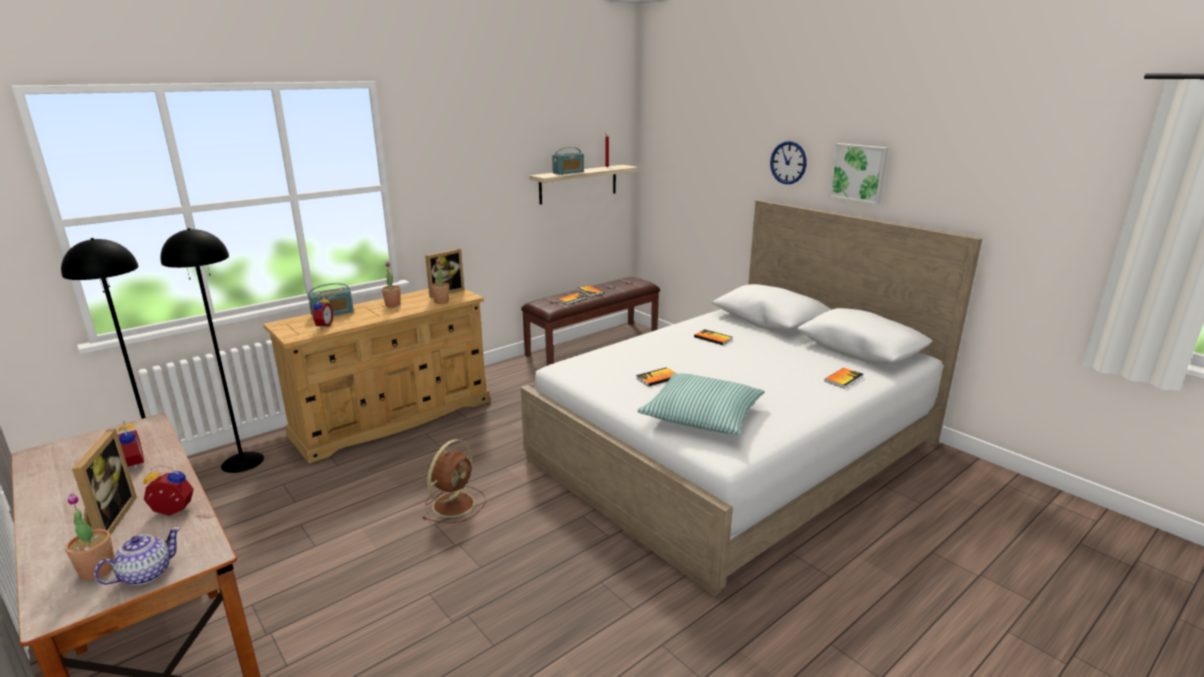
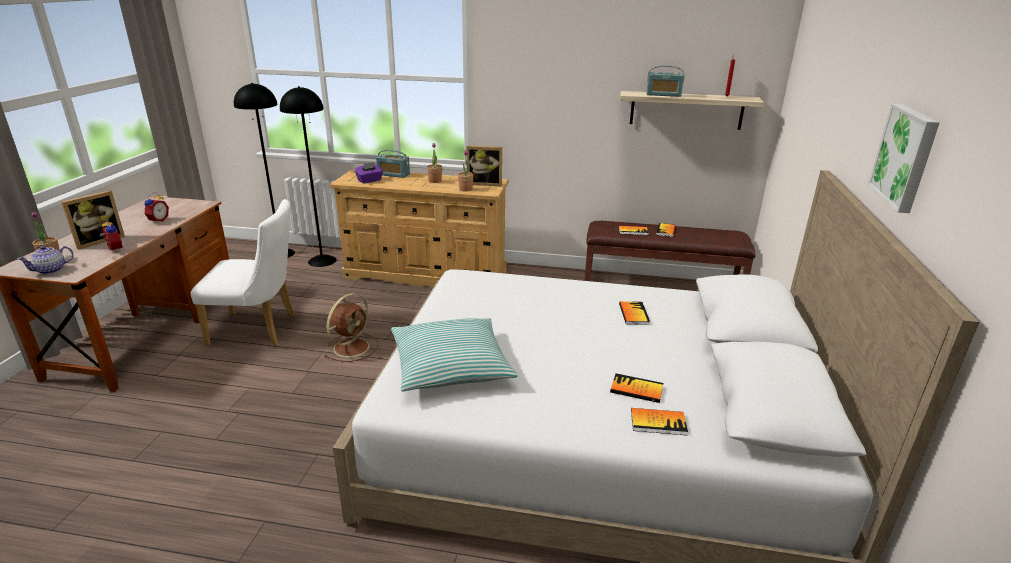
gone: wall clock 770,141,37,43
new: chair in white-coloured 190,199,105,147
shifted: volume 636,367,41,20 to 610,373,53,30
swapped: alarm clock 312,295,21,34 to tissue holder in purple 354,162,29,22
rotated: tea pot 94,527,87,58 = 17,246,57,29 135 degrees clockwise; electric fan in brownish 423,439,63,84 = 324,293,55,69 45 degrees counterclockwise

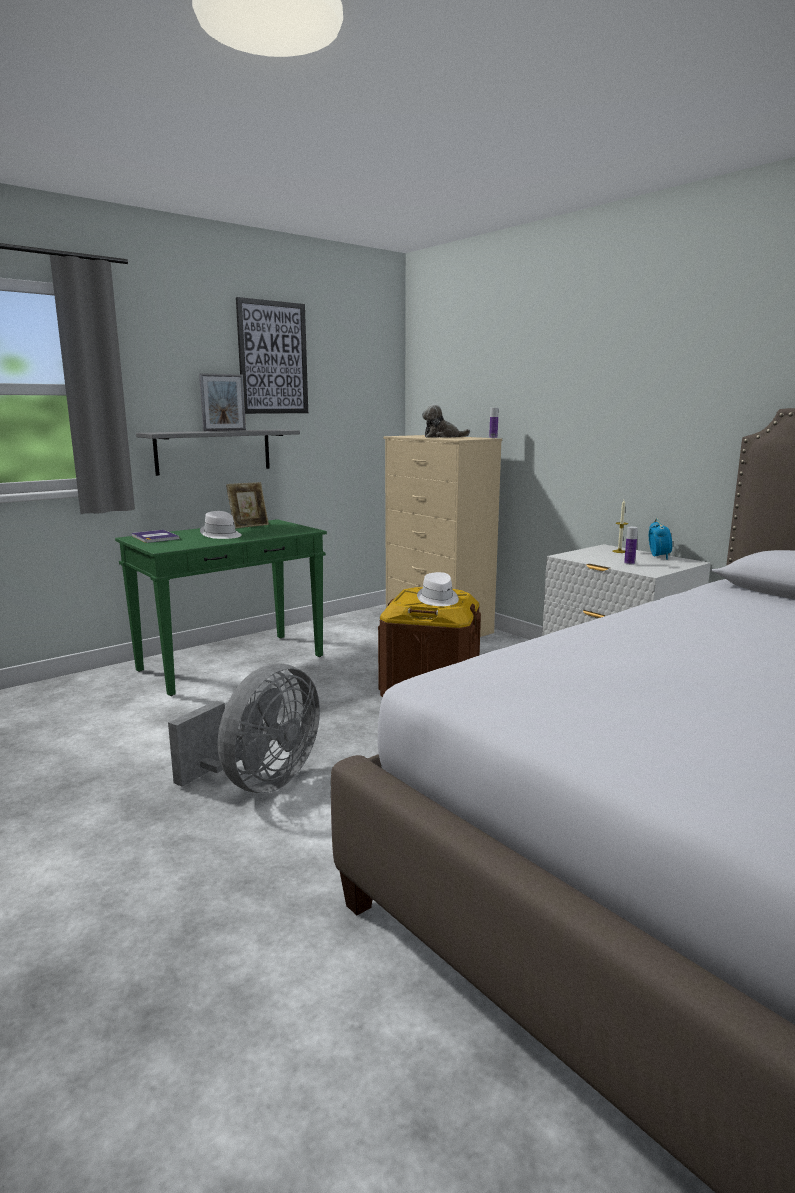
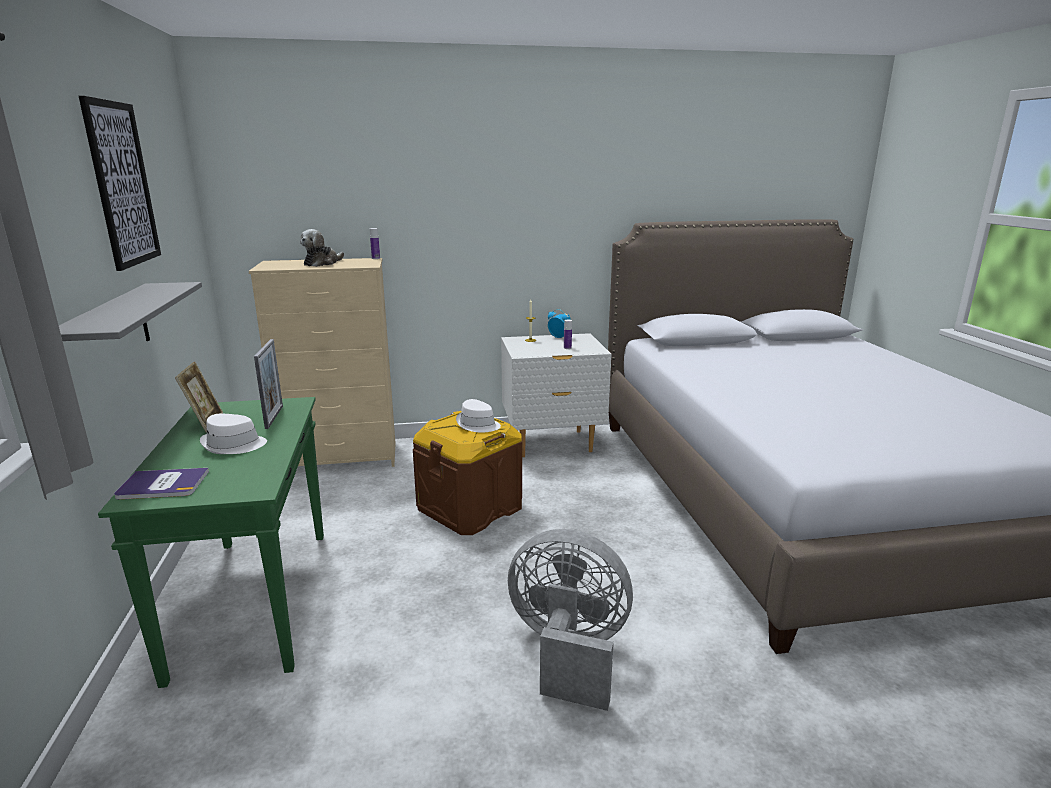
shifted: standing frame 199,373,47,58 to 254,339,29,90
rotated: electric fan in grey 168,663,152,130 = 508,529,125,182 45 degrees counterclockwise

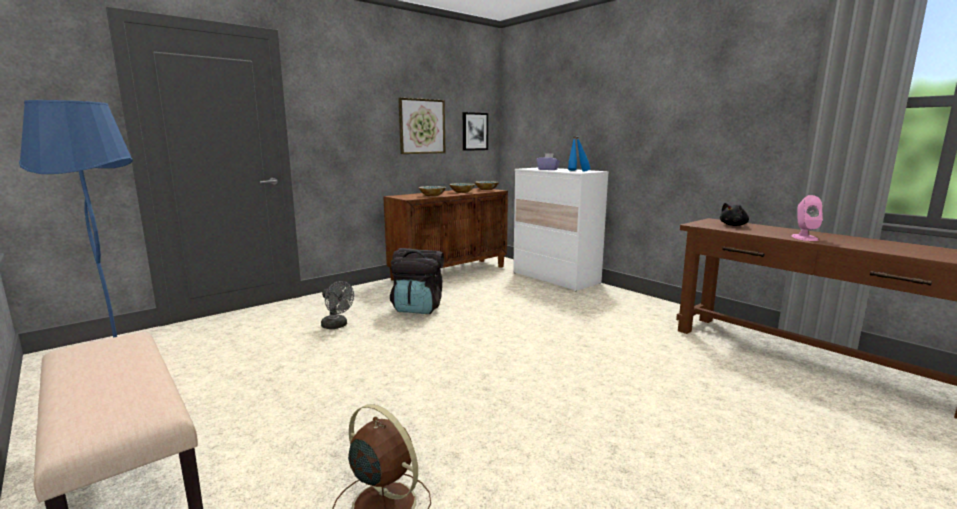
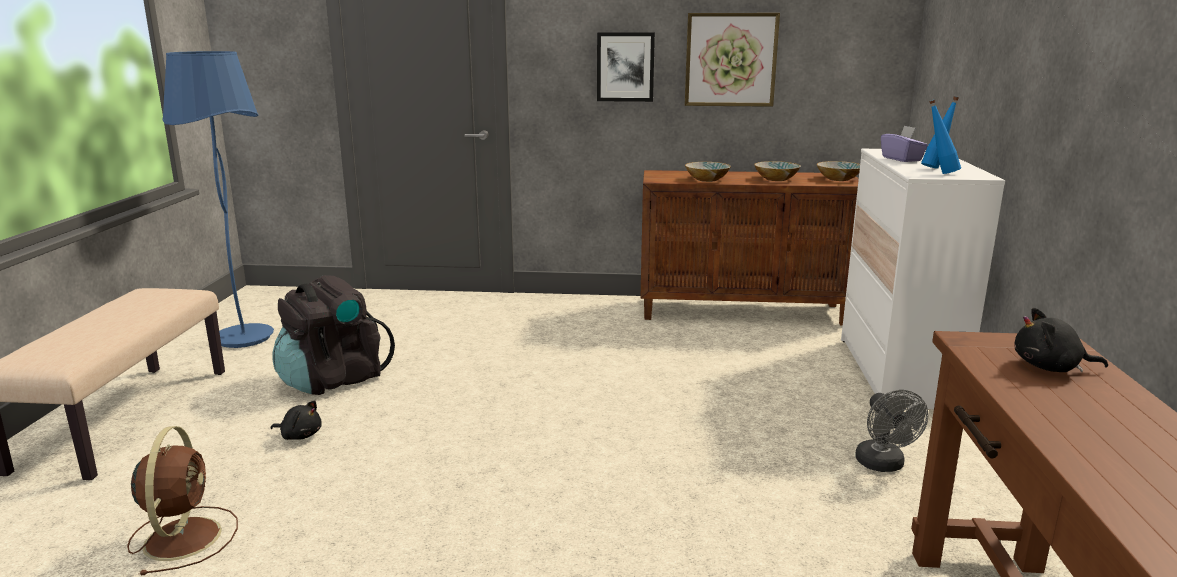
gone: audio speaker in pink 792,195,31,46
new: soft toy in blackish 271,401,51,39
shifted: rucksack in blackish 390,248,54,66 to 272,275,123,120; picture 463,112,25,39 to 597,32,58,70; electric fan in grey 321,281,33,48 to 855,390,74,82

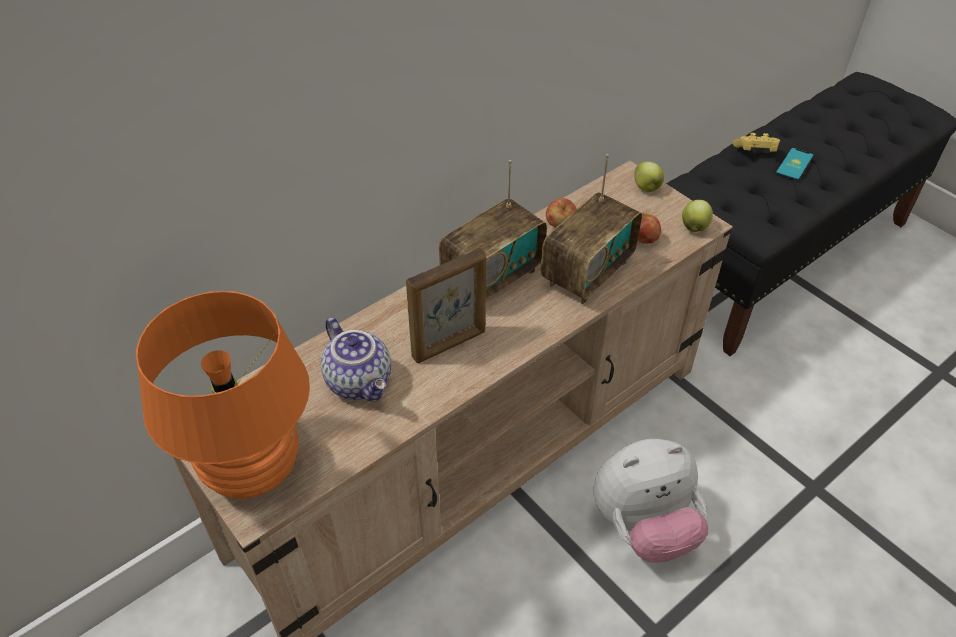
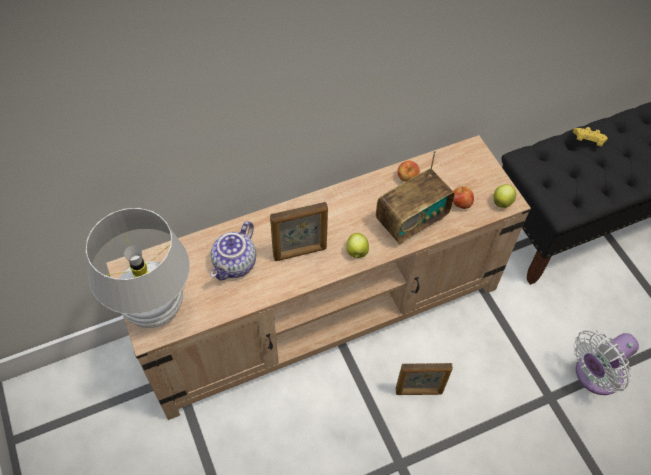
gone: radio set 439,160,108,141; telephone 776,148,38,33
new: electric fan in white-coloured 574,330,65,65
shifted: apple 634,161,30,31 to 346,233,23,25
swapped: soft toy 593,439,115,124 to standing frame 396,363,57,32
repainted: tabletop lamp in orange 136,291,174,208 to tabletop lamp in white-coloured 86,208,104,120
rotated: tea pot 321,317,70,85 = 210,221,46,59 45 degrees clockwise

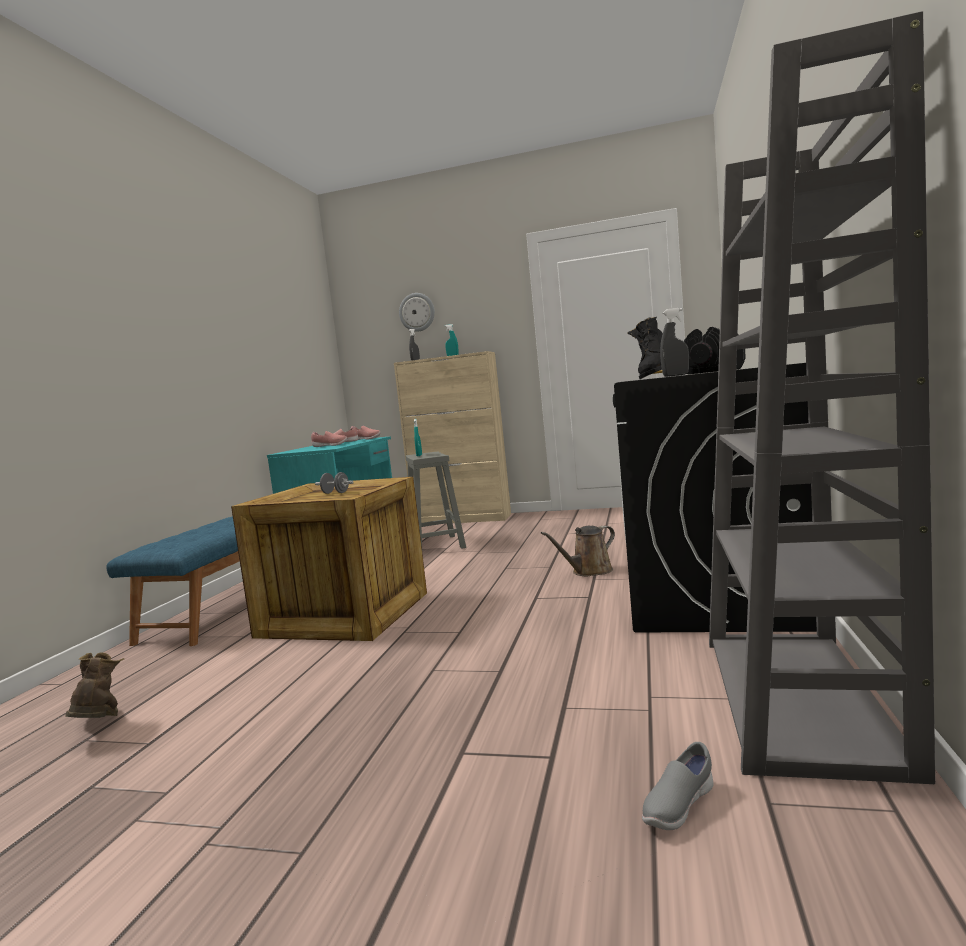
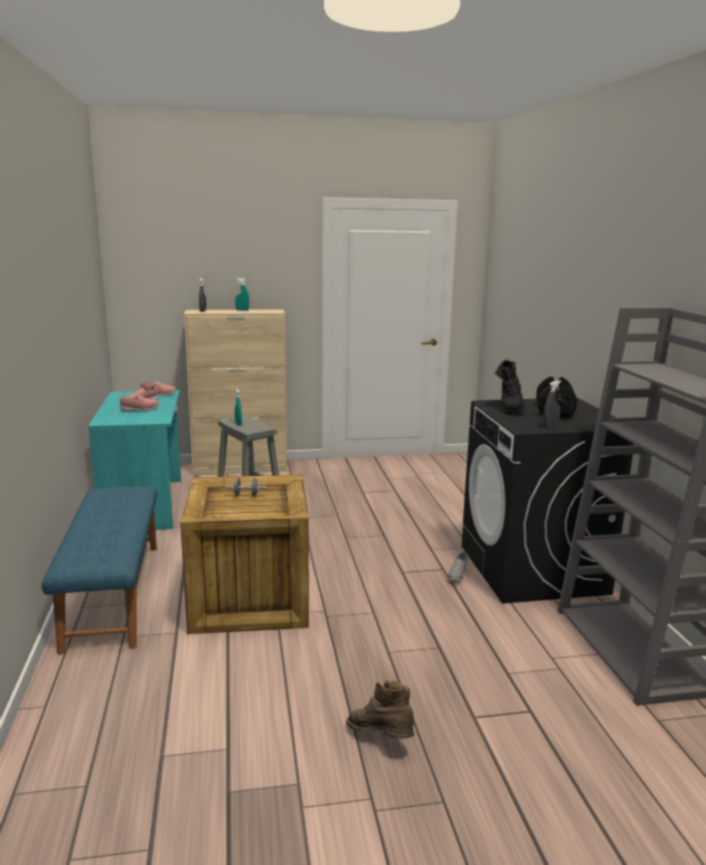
gone: wall clock 399,293,36,39; watering can in brownish 541,526,74,50
shifted: boot in brownish 65,653,59,65 to 346,680,68,59; shoe in grey 642,742,71,88 to 448,552,20,30

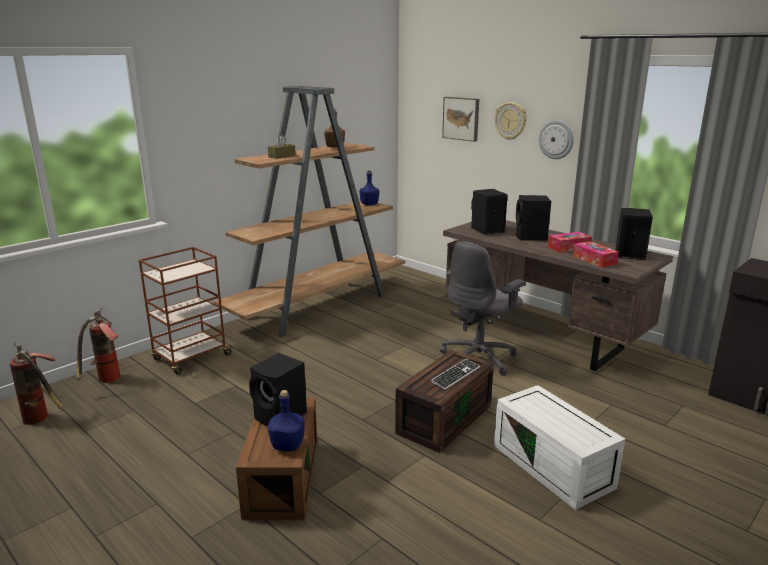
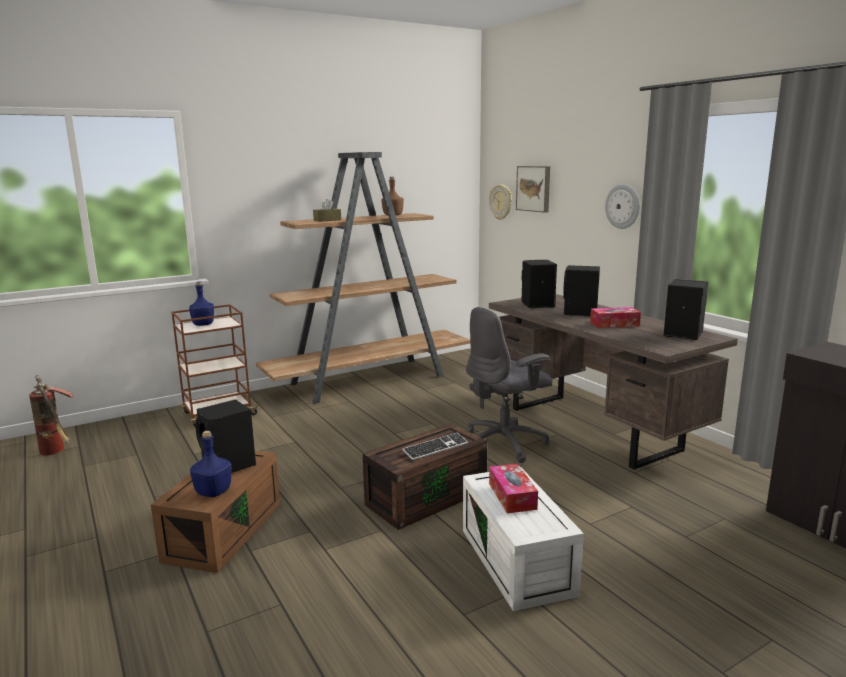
gone: fire-fighting cylinder 76,308,45,75
shifted: beverage bottle in bluish 359,171,20,34 to 189,282,25,44; wall clock 495,102,32,38 to 489,184,23,36; tissue holder 573,241,46,27 to 489,464,49,49

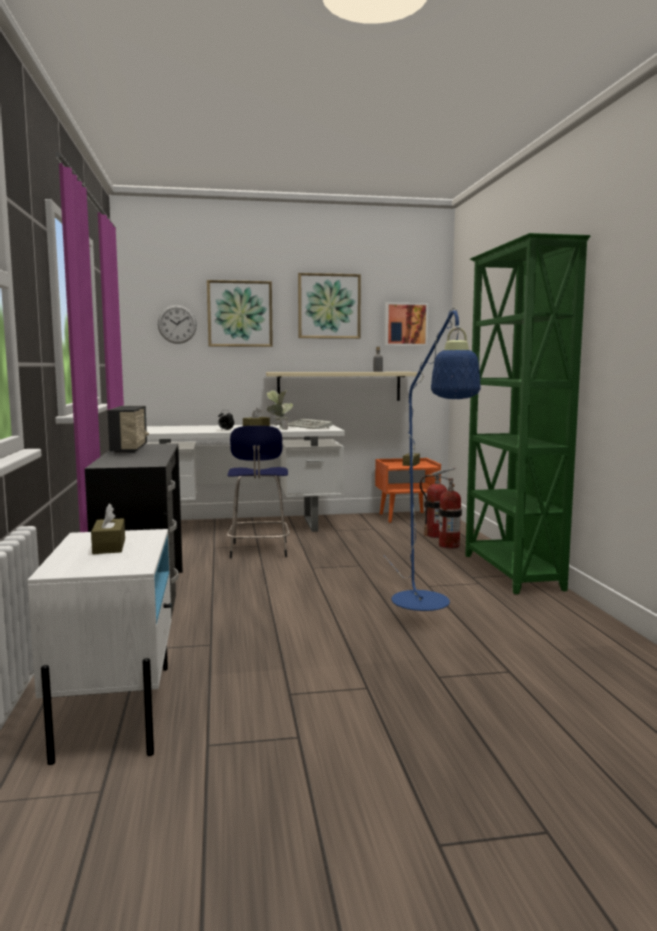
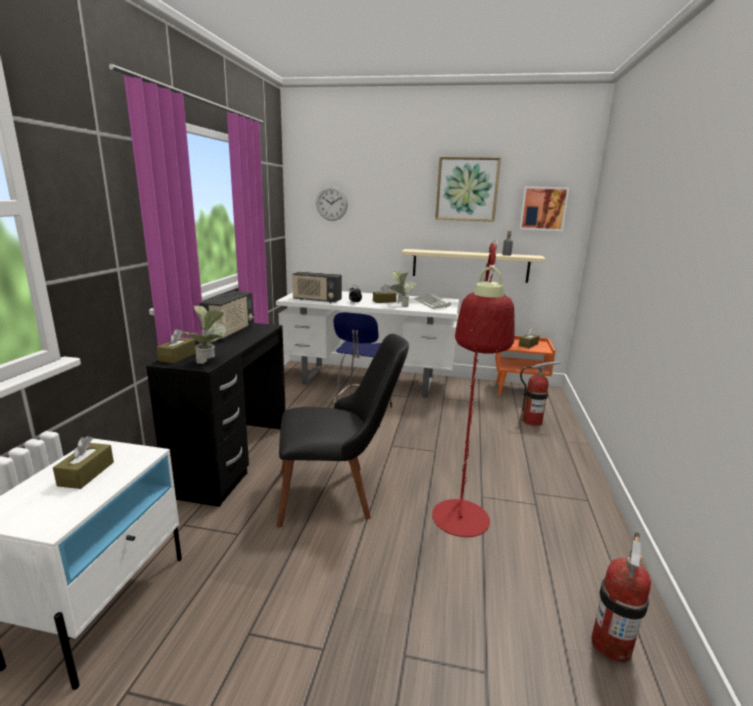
gone: picture 207,280,66,67; bookshelf in green-coloured 465,233,125,361
new: tissue holder in brownish 157,329,39,34; plant in a pot 182,305,44,59; chair in blackish 277,334,132,194; radio set 292,271,50,32
shifted: fire-fighting cylinder 438,478,24,71 to 591,532,60,131
repainted: standard lamp in bluish 384,308,97,303 to standard lamp in red 432,240,83,297

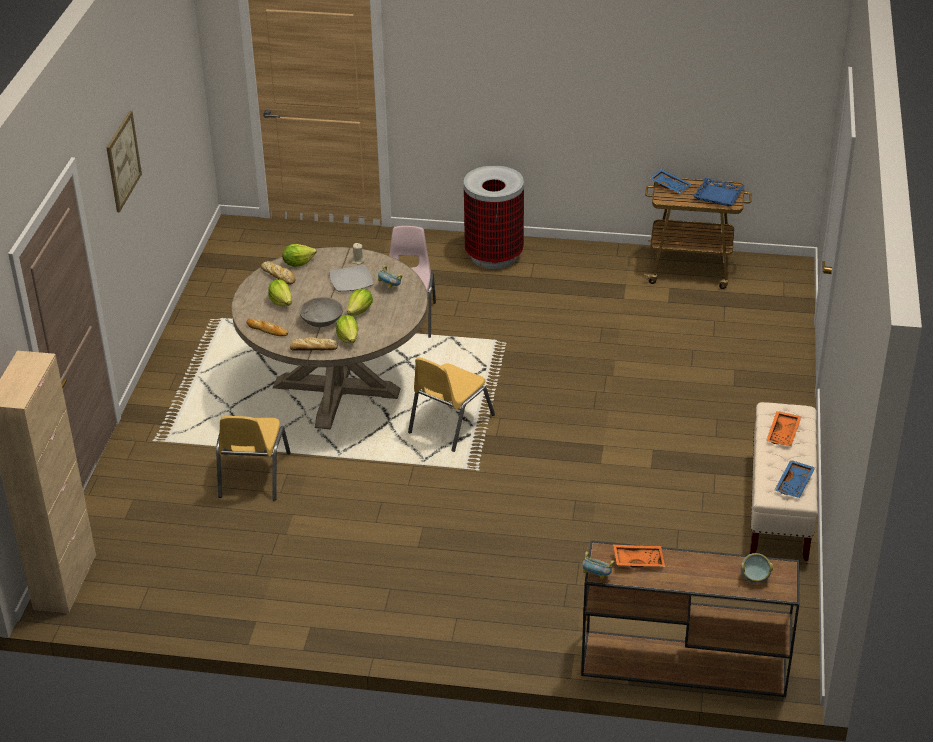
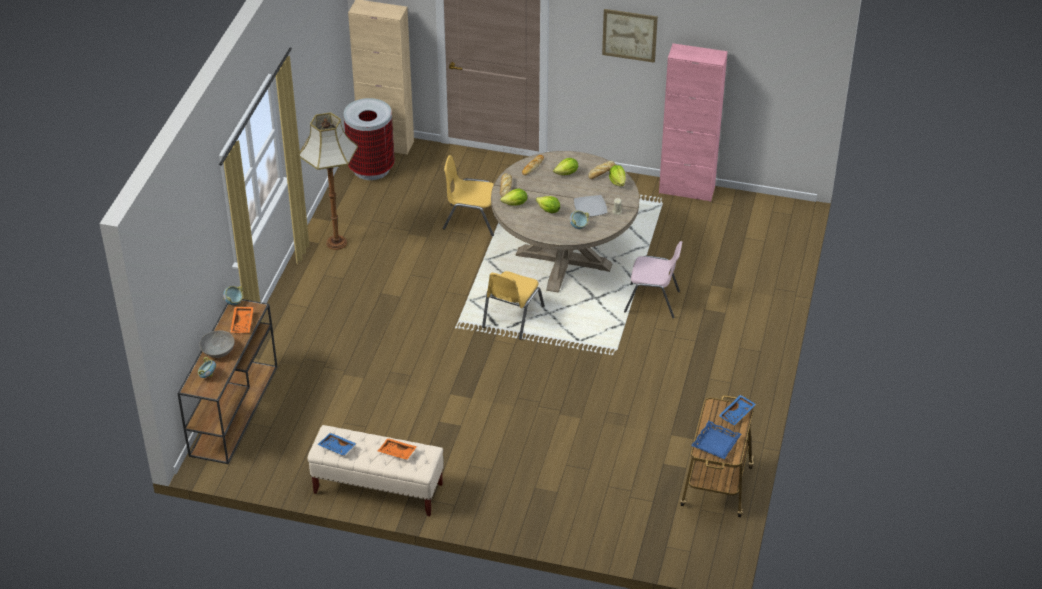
new: standard lamp 300,113,58,137; cabinet in pink 659,43,69,159
shifted: serving bowl in grey 300,297,43,30 to 199,330,36,28; waste bin 464,165,60,104 to 344,98,51,82
rotated: chair in yellow-coloured 408,357,87,95 = 482,271,63,69 105 degrees counterclockwise

